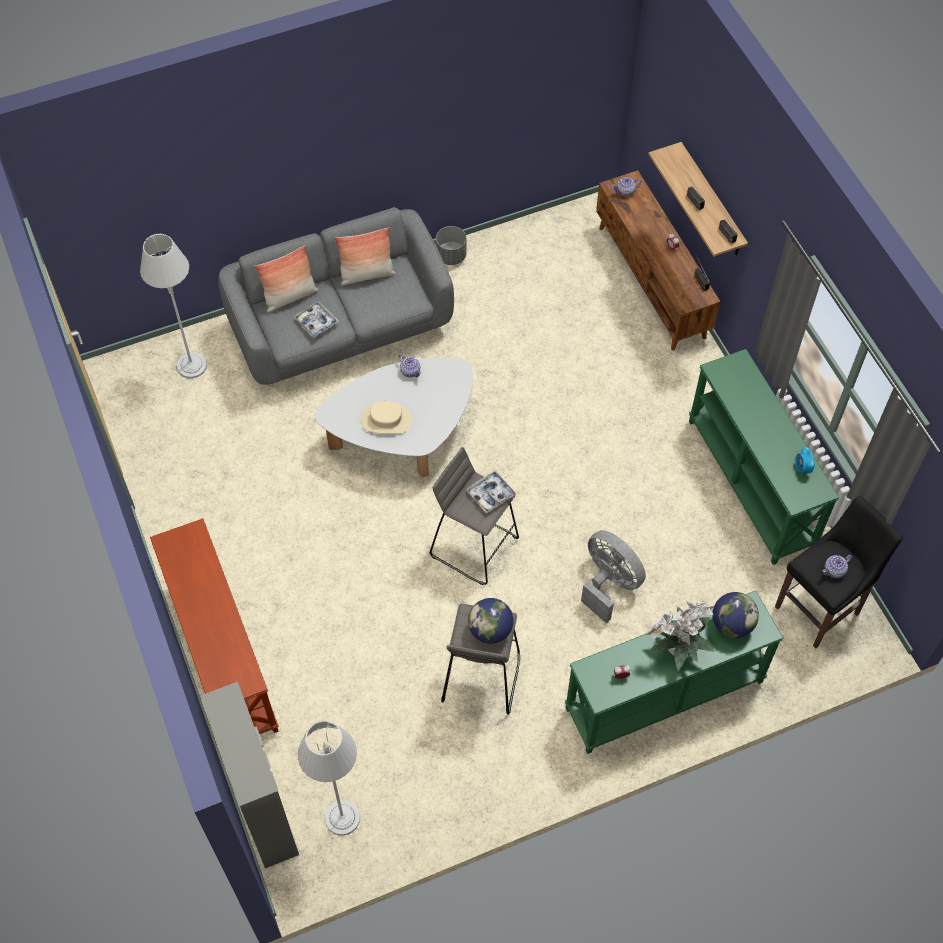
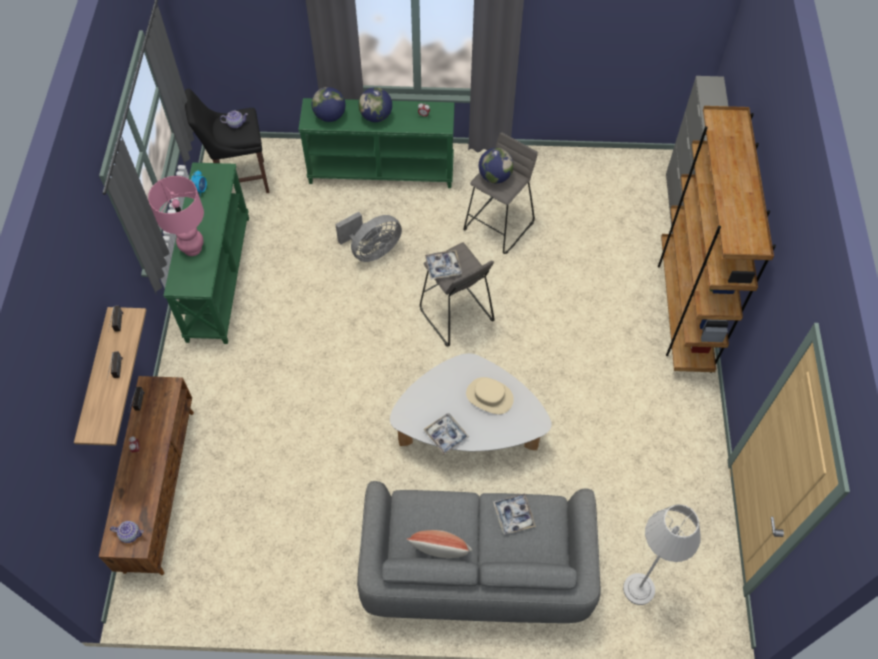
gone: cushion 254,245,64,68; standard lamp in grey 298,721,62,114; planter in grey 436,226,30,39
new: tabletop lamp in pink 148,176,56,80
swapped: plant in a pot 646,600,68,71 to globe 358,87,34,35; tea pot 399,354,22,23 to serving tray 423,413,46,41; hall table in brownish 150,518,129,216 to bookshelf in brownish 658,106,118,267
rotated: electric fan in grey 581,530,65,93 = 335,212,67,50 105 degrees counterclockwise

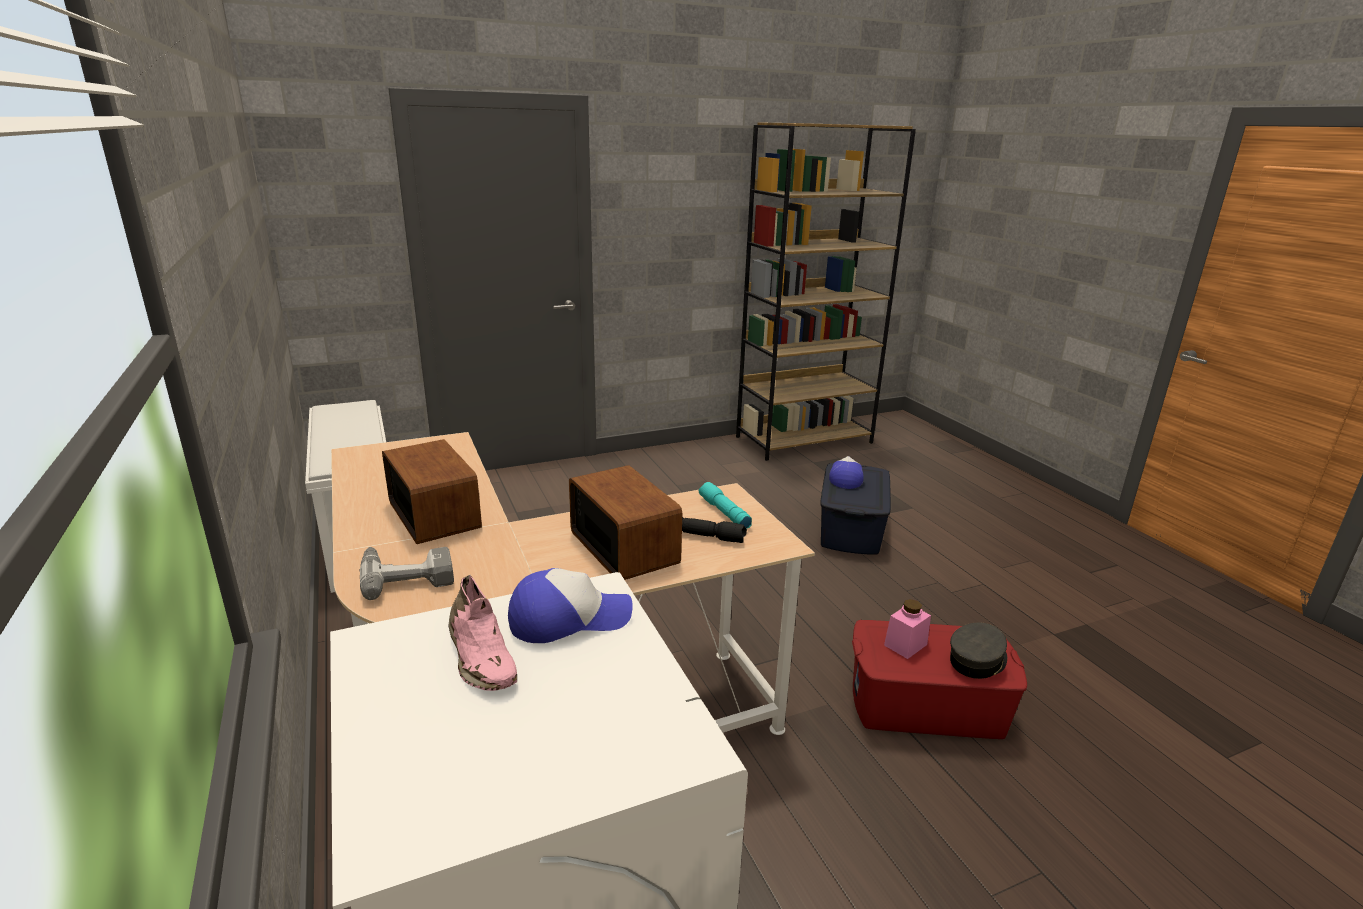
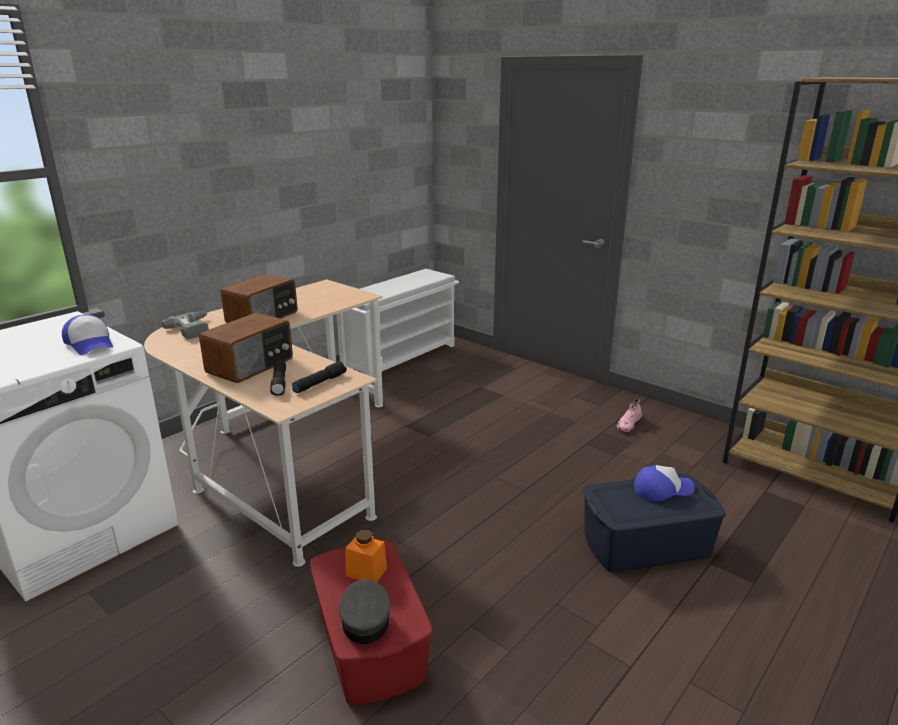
shifted: shoe in pink 449,575,68,116 to 617,399,26,33
repainted: flashlight in turquoise-coloured 699,482,53,46 to flashlight in blackish 292,361,55,32; preserve jar in pink 884,599,47,60 to preserve jar in orange 345,530,42,52
rotated: baseball cap in grey 950,622,57,57 = 339,579,51,65 120 degrees counterclockwise

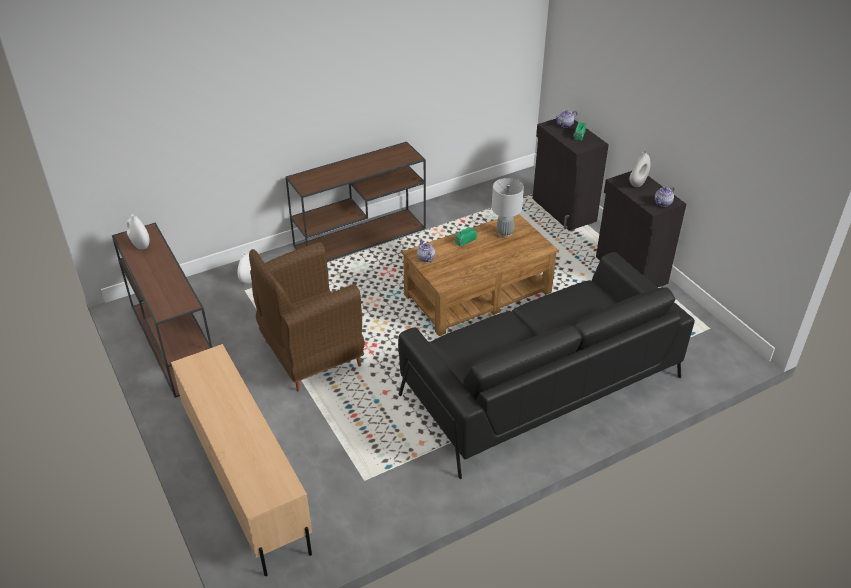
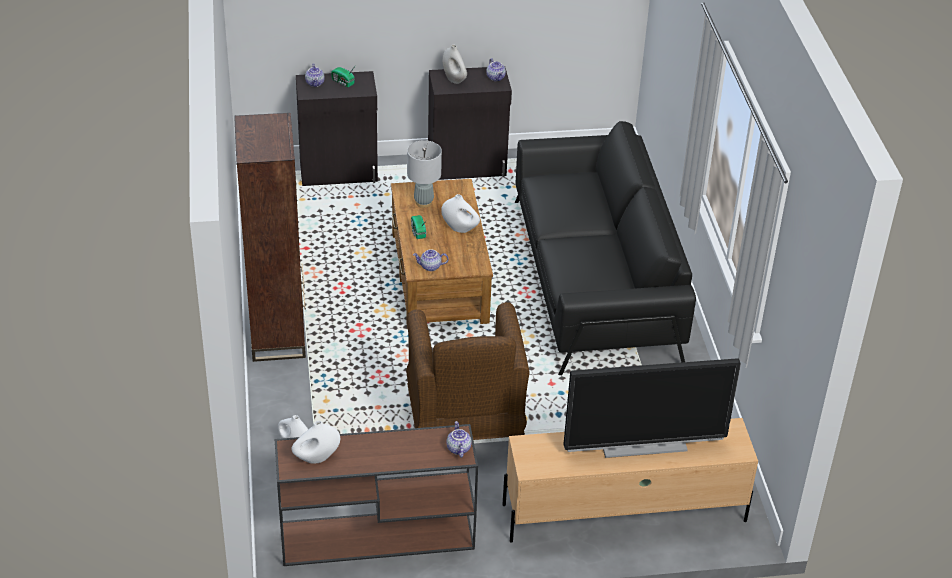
new: decorative vase in white-coloured 441,194,39,39; tea pot 446,421,26,37; TV 563,358,178,100
swapped: hall table in brownish 285,142,141,120 to bookshelf in brownish 234,113,72,249

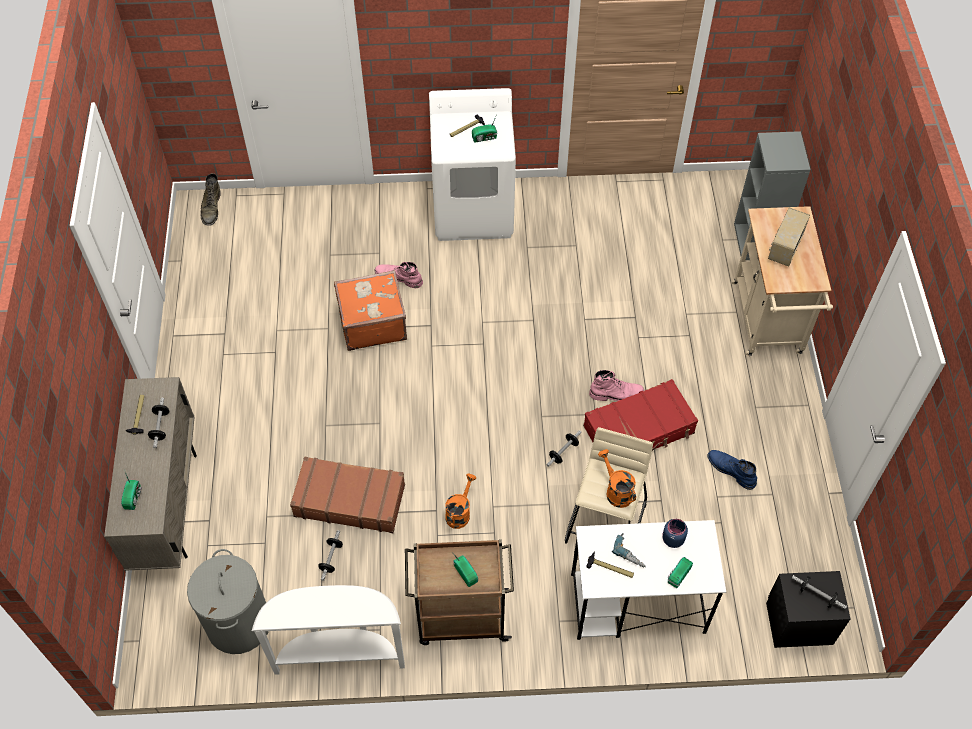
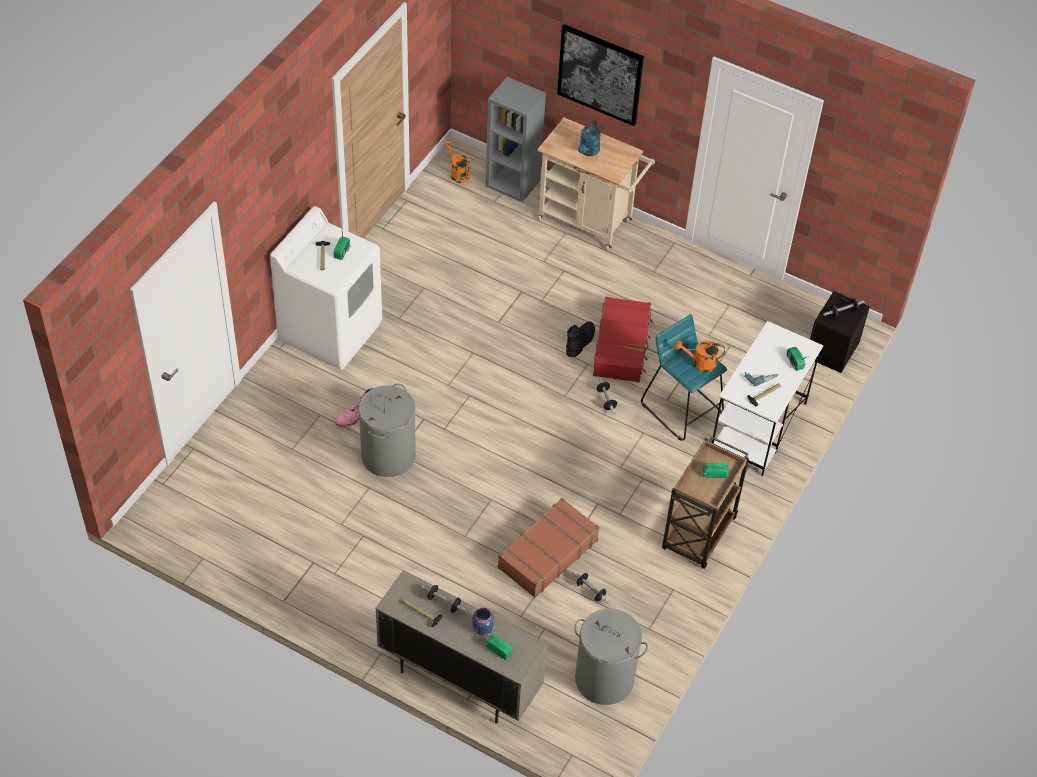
gone: boot in green-coloured 200,173,21,53; hall table in white-coloured 252,585,153,90; boot in bluish 708,450,49,40
new: picture 557,24,87,102
shifted: watering can in orange 445,474,31,55 to 444,141,27,42; preserve jar in bluish 662,519,26,29 to 472,608,22,28
swapped: travel case in orange 334,270,73,81 to laundry basket in grey 358,384,58,93; radio set 768,207,42,60 to watering can in turquoise-coloured 578,120,23,36
repainted: boot in pink 589,370,55,31 to boot in blackish 566,322,29,35; sitting stool in beige-coloured 565,427,88,117 to sitting stool in turquoise-coloured 641,314,86,127

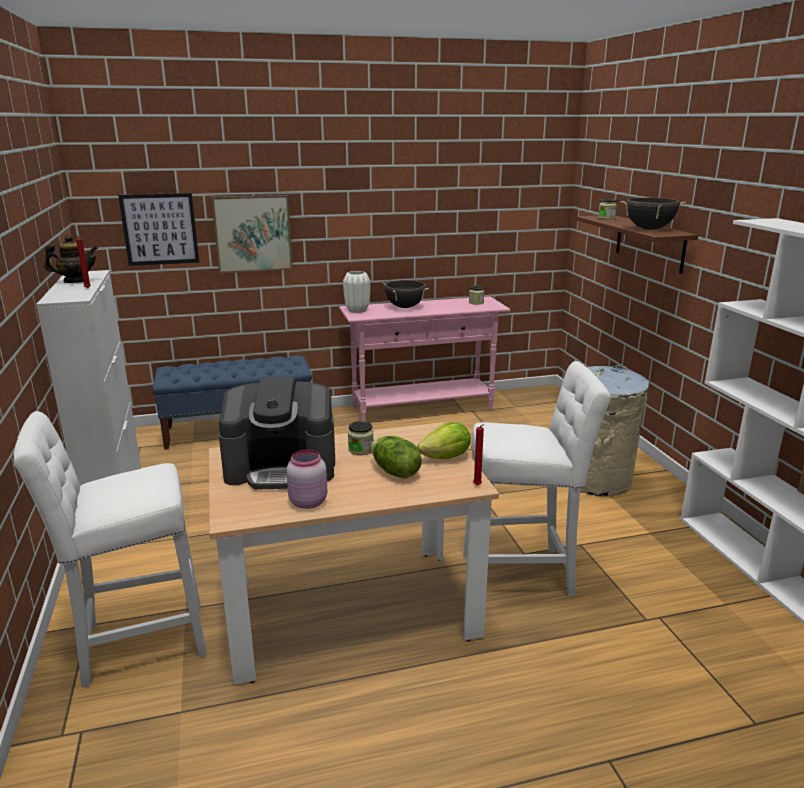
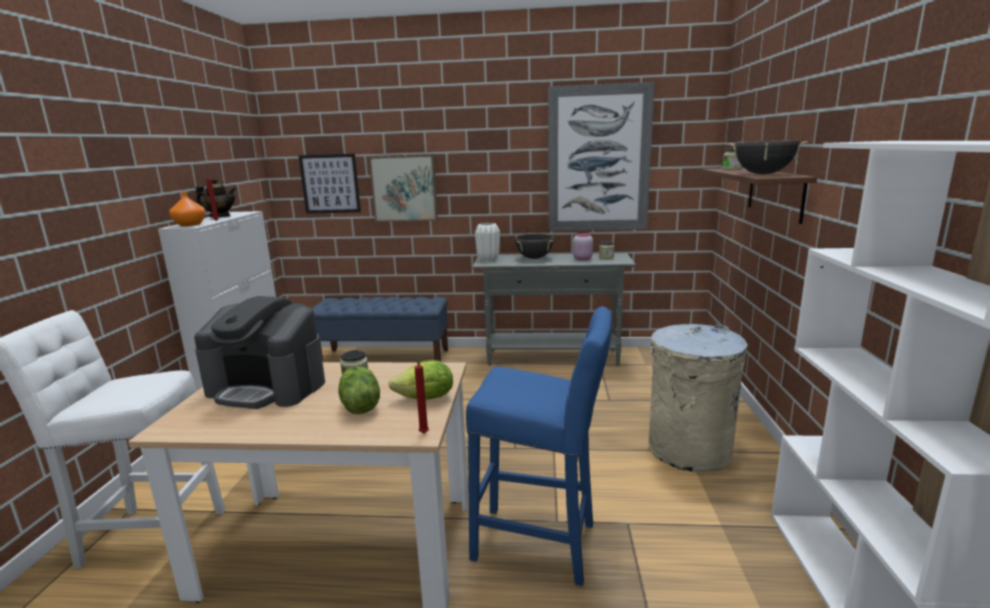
new: decorative vase in orange 169,192,36,34; picture 548,82,107,149
shifted: preserve jar in pink 286,450,41,59 to 573,232,20,28
repainted: sitting stool in white-coloured 463,361,148,235 to sitting stool in bluish 466,306,146,280; hall table in pink 339,296,171,126 to hall table in grey 472,253,164,113

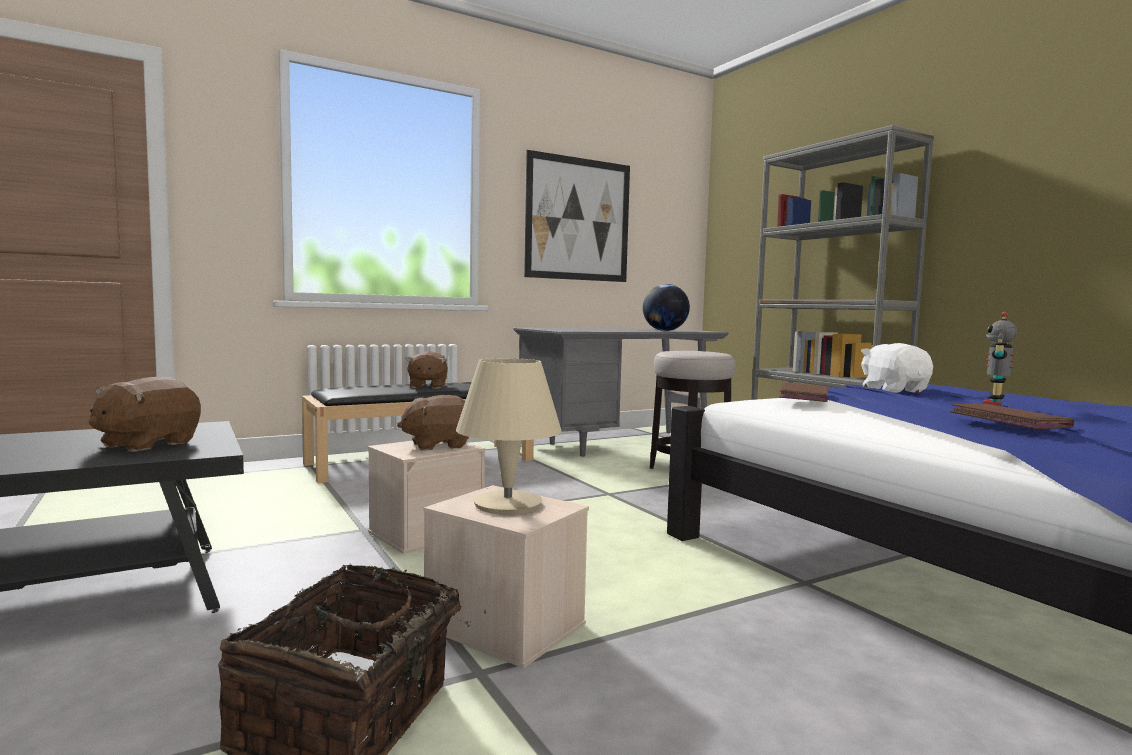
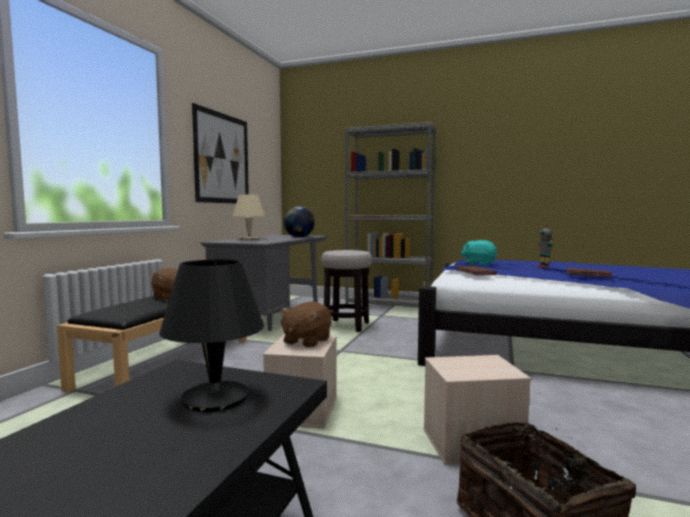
shifted: tabletop lamp in beige-coloured 456,358,105,157 to 233,195,32,45
swapped: soft toy in brownish 89,377,112,75 to tabletop lamp in blackish 159,259,105,153
repainted: soft toy in white-coloured 861,343,72,50 to soft toy in turquoise-coloured 460,240,37,25

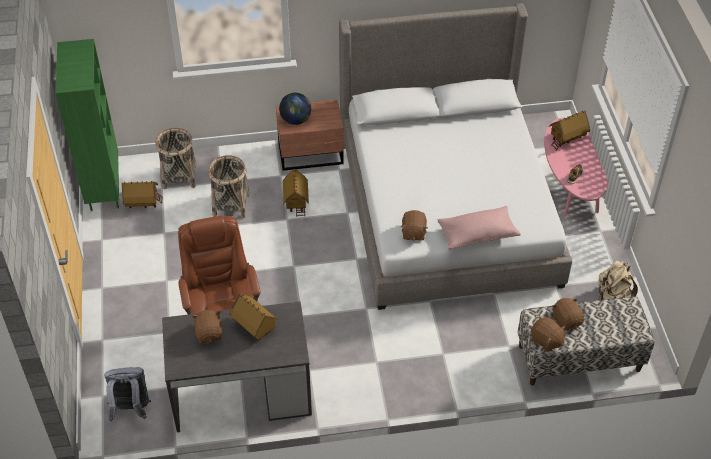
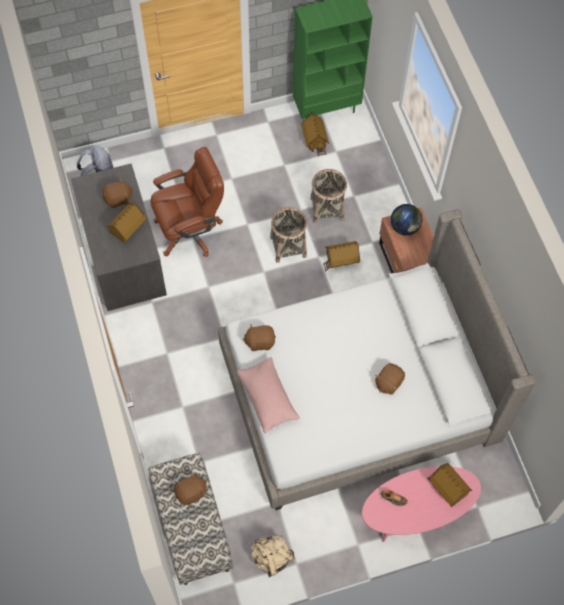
shifted: household basket 155,128,42,61 to 270,207,37,56; soft toy in brownish 531,317,35,35 to 375,363,30,32

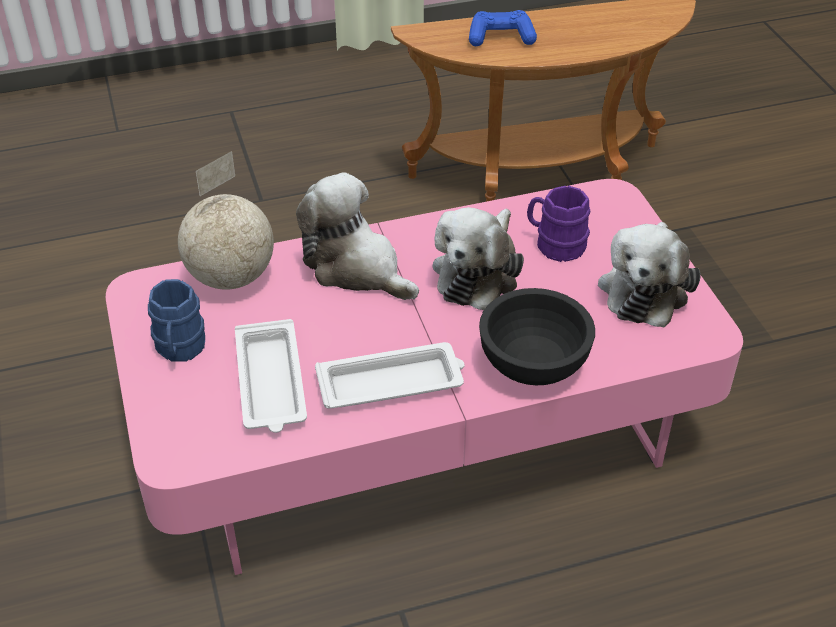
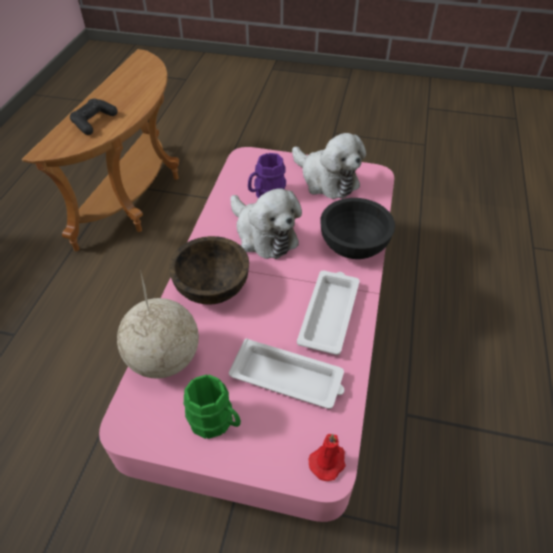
new: candle in red 308,434,38,47
swapped: soft toy 296,172,123,128 to serving bowl in brownish 169,236,80,69
repainted: gamepad in bluish 469,10,68,36 to gamepad in blackish 70,99,48,36; tea mug in bluish 148,279,57,83 to tea mug in green-coloured 184,374,57,65

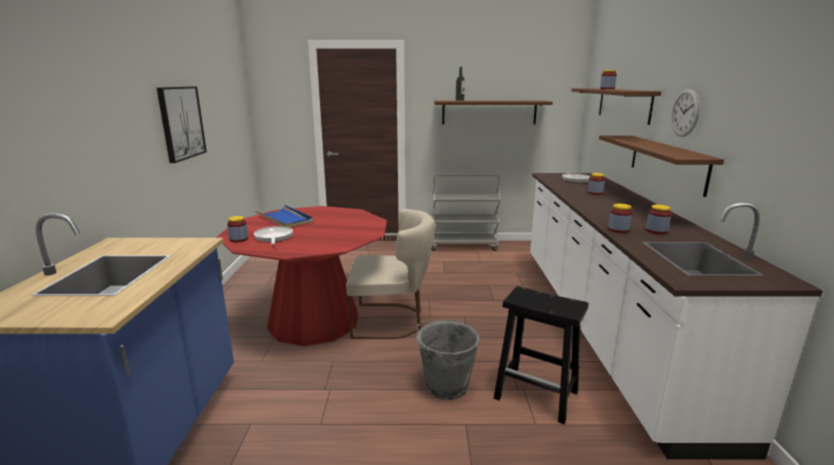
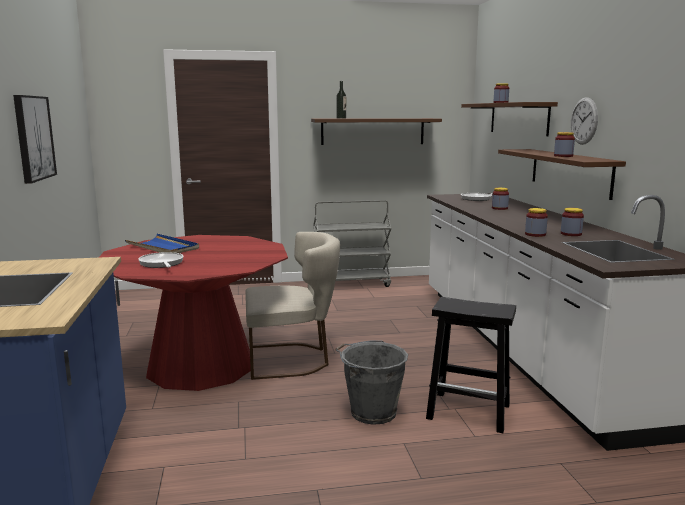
shifted: preserve jar 227,216,21,26 to 554,132,21,25

